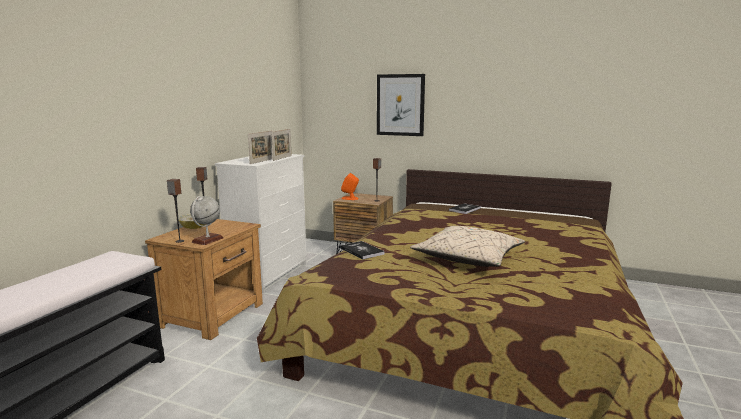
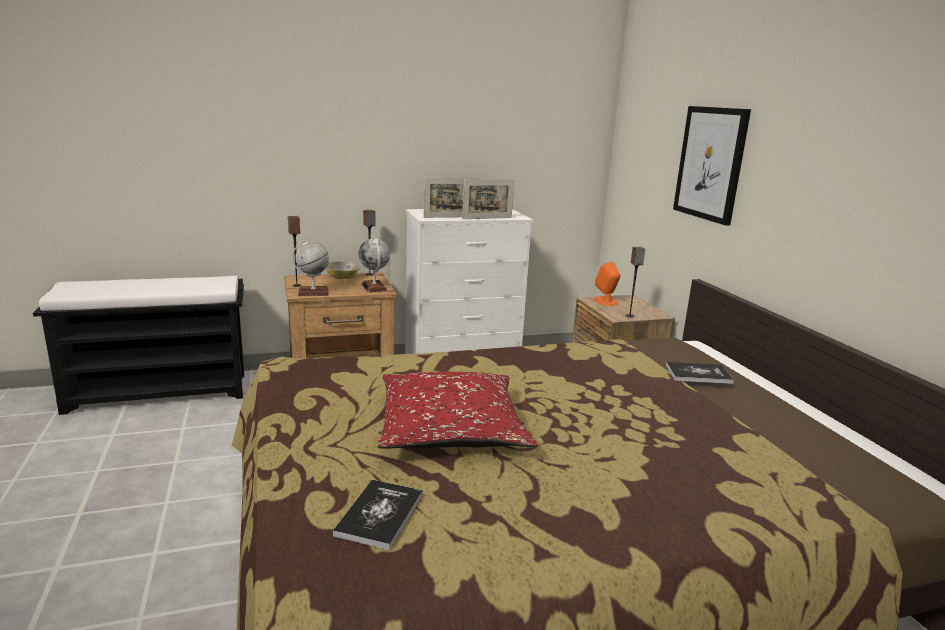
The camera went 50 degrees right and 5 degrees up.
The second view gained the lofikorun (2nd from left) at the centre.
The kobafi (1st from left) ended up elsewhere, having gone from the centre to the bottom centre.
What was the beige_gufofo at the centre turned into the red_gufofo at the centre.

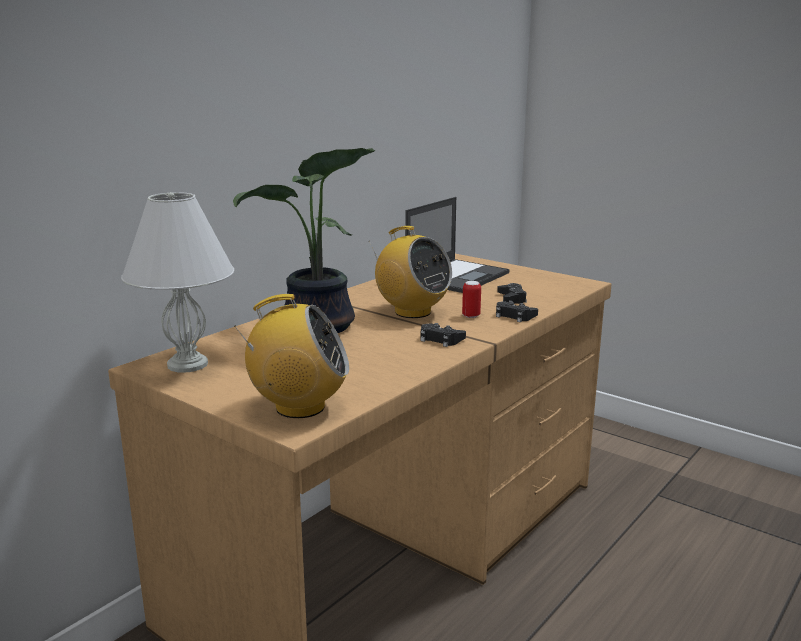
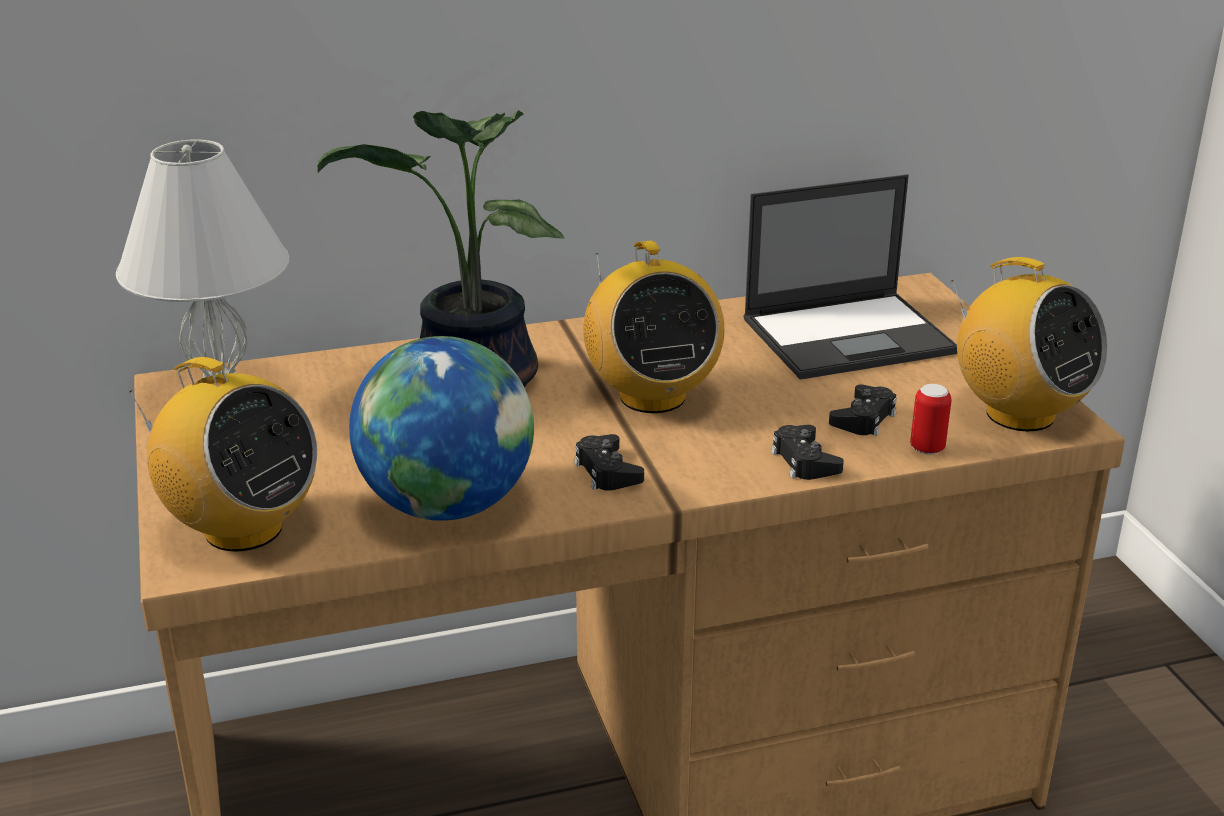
The camera went 35 degrees right and 10 degrees up.
The second view gained the lofikorun at the centre.
The second view gained the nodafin (3rd from left) at the middle right.
The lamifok ended up elsewhere, having gone from the centre to the middle right.

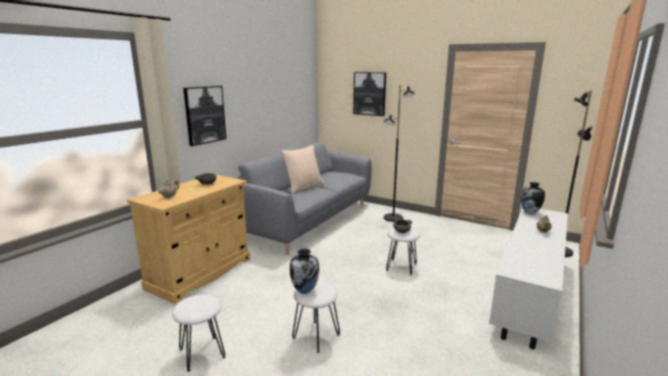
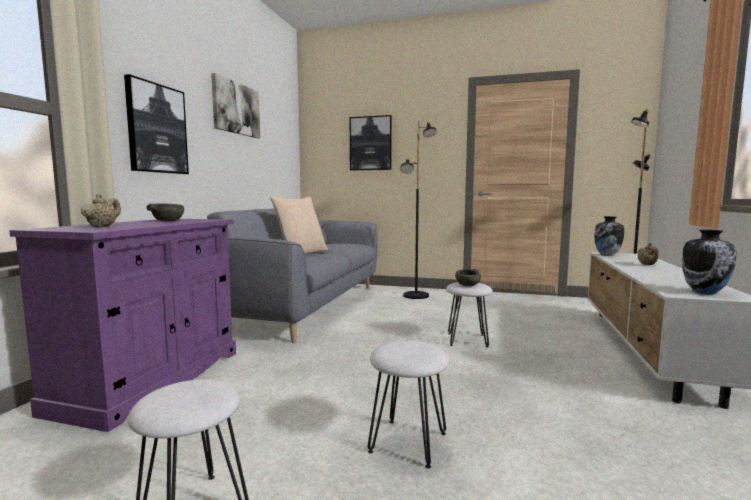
The camera went 15 degrees left and 10 degrees down.
The second view gained the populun (2nd from left) at the top left.
The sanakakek (1st from left in the first image) ended up elsewhere, having gone from the bottom centre to the middle right.
What was the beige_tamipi at the middle left turned into the purple_tamipi at the middle left.

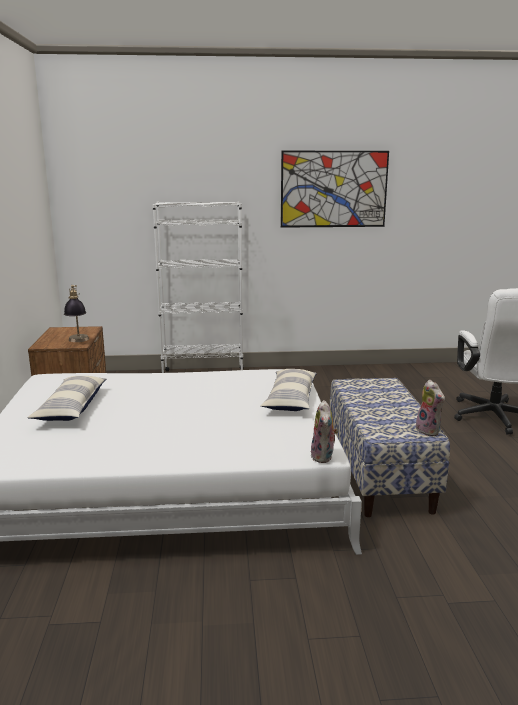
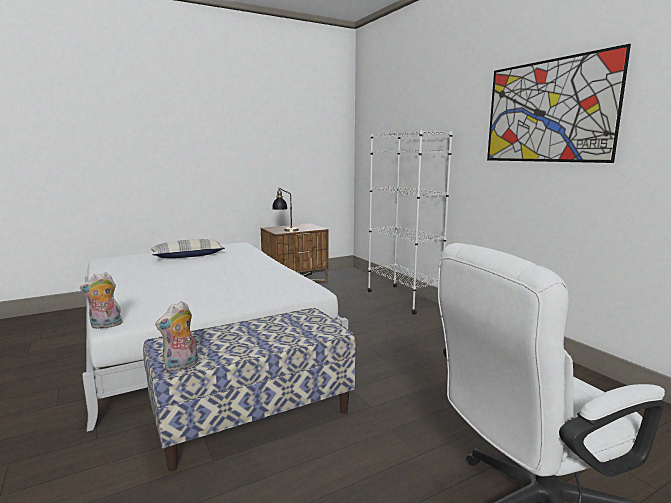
The camera went 65 degrees right and 5 degrees down.
The second view lost the gufofo (2nd from left) at the centre.

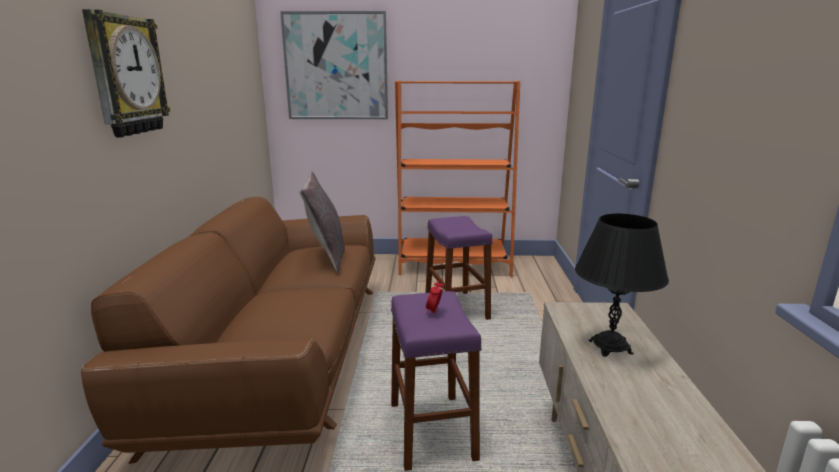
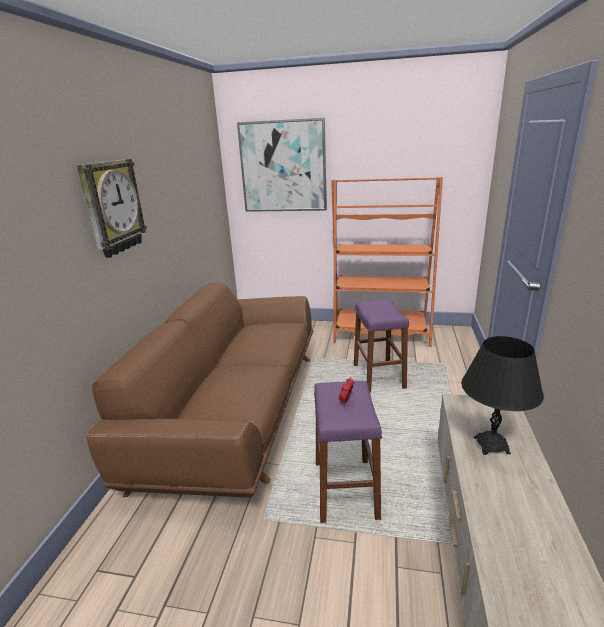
The camera went 10 degrees right and 5 degrees up.
The second view lost the grey_gufofo at the centre.

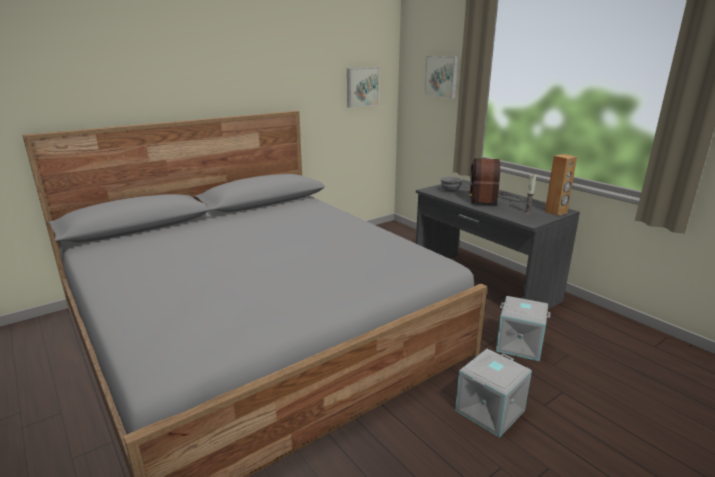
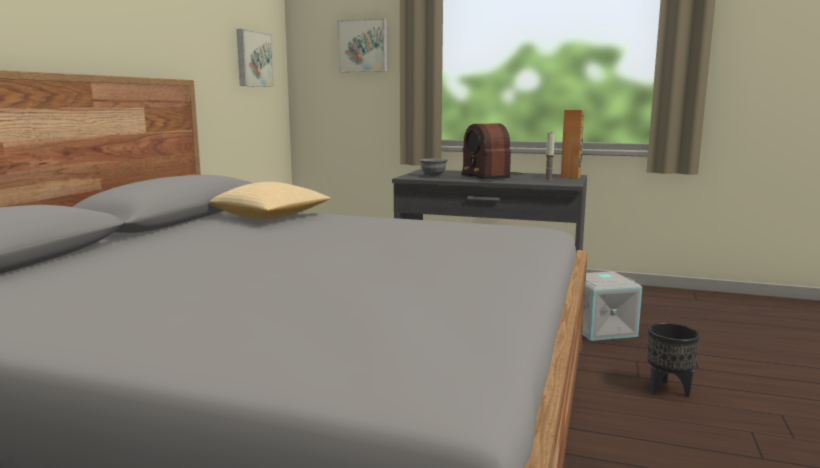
The camera went 35 degrees left and 10 degrees down.
The second view gained the gufofo at the middle left.
Where the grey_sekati (1st from left) stood at the bottom right, the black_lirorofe came to stand at the bottom right.

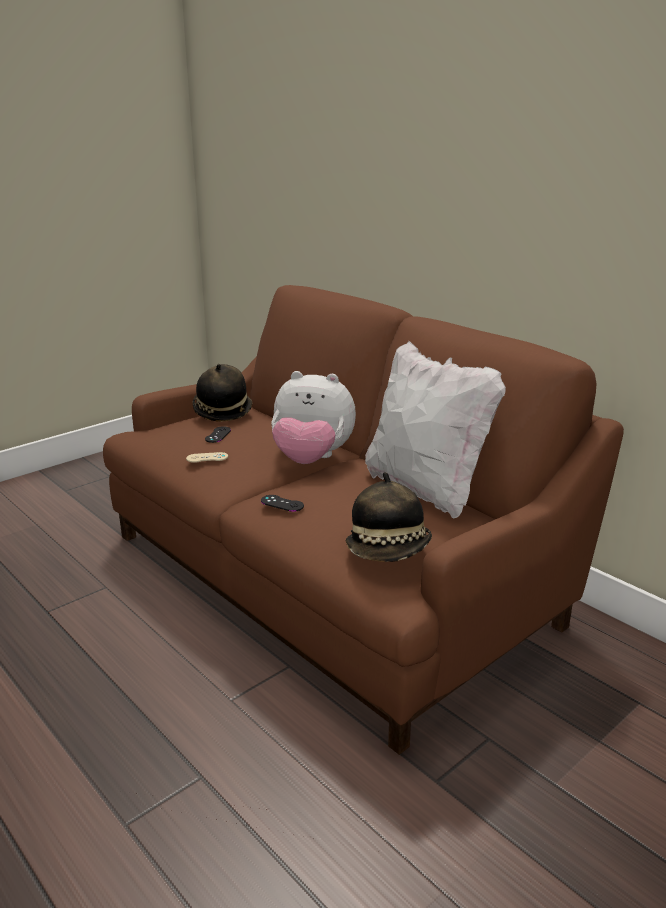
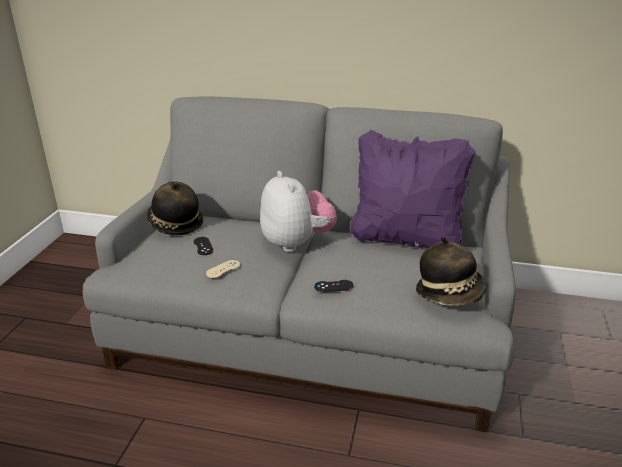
The camera went 35 degrees left and 5 degrees up.
What was the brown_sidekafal at the centre turned into the grey_sidekafal at the centre.
What was the white_gufofo at the centre turned into the purple_gufofo at the centre.
The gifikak at the centre ended up facing another way, 90 degrees counterclockwise from before.

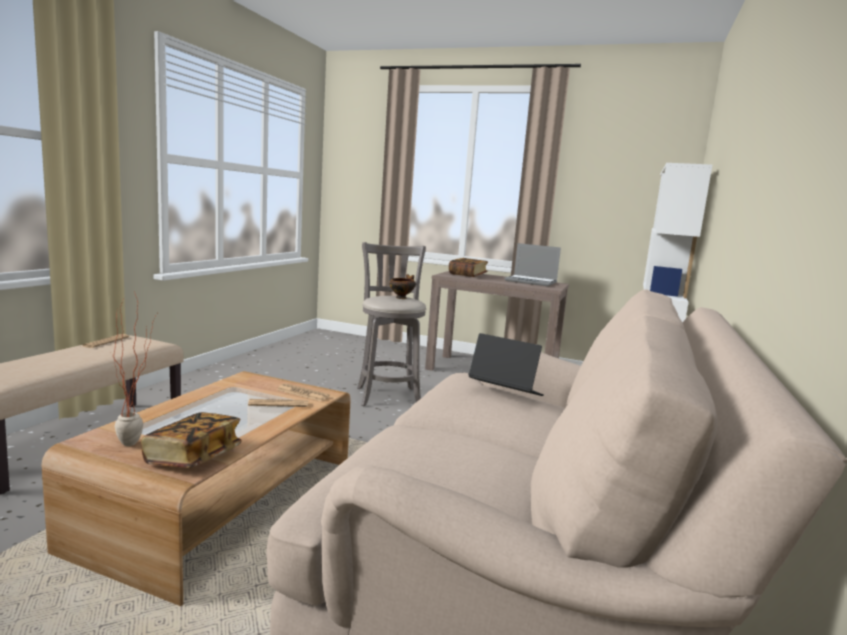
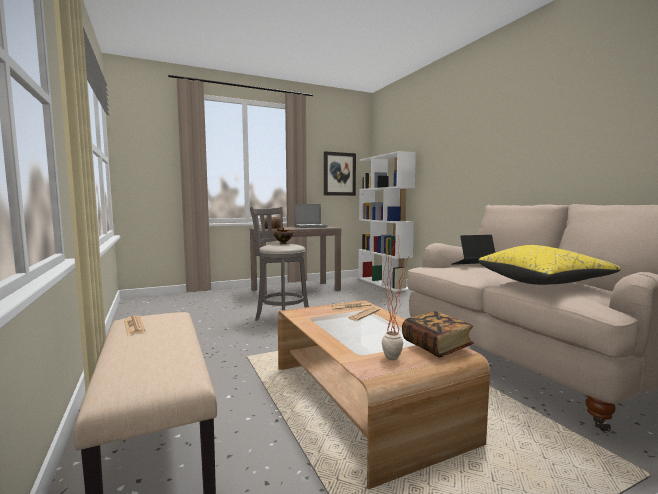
The camera went 45 degrees left and 5 degrees down.
The second view gained the populun at the centre.
The second view gained the yellow_gufofo at the middle right.

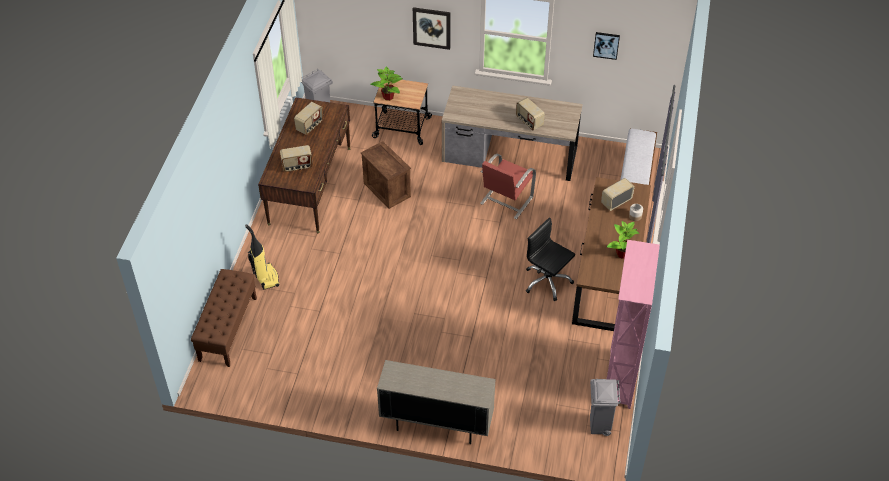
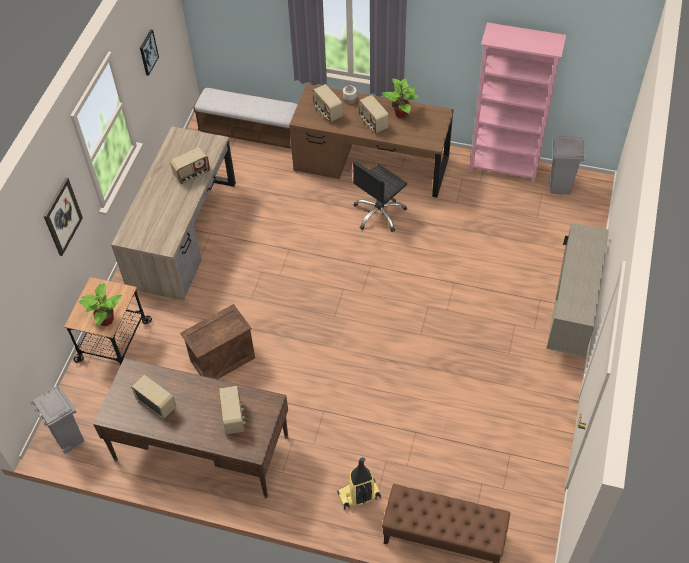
The camera went 85 degrees left and 5 degrees up.
The second view lost the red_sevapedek at the centre.
The second view gained the nodafin (5th from left) at the top centre.

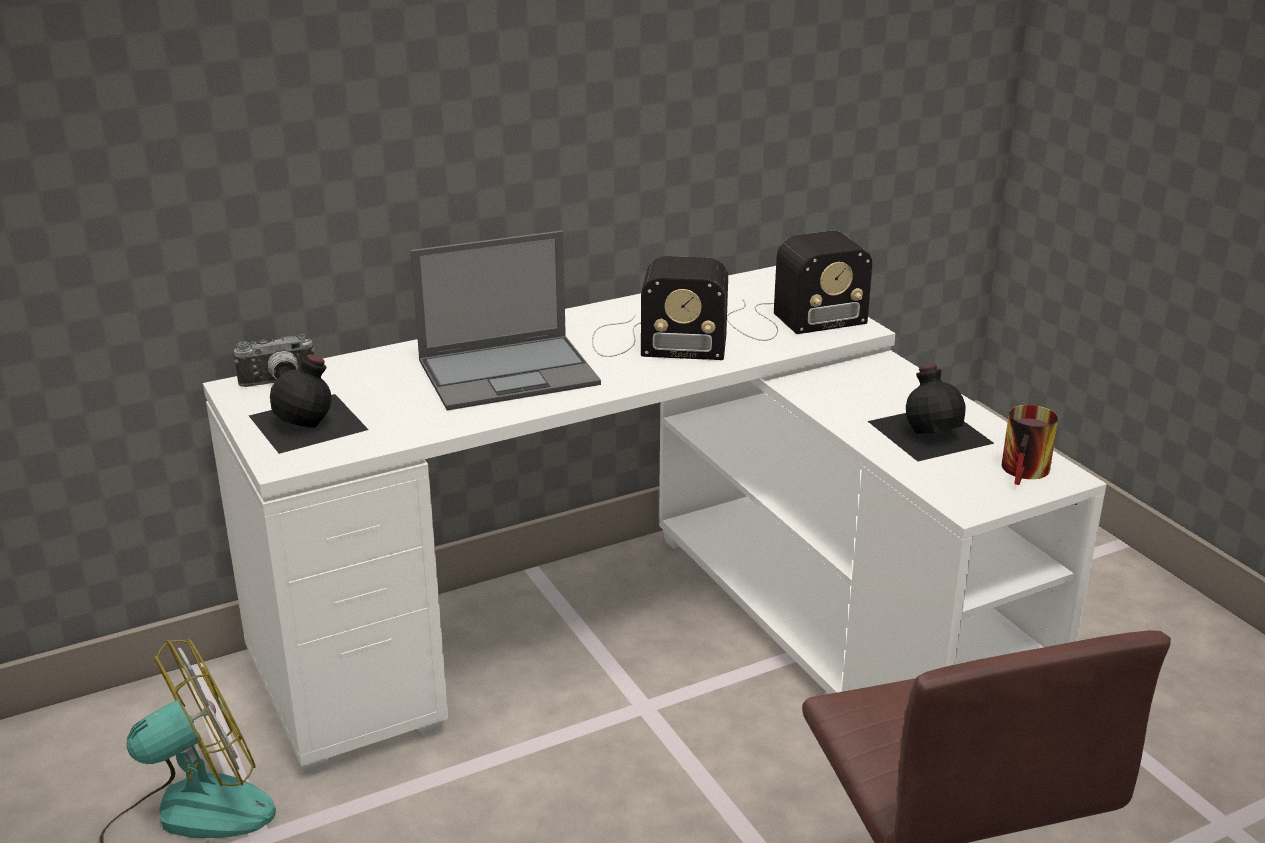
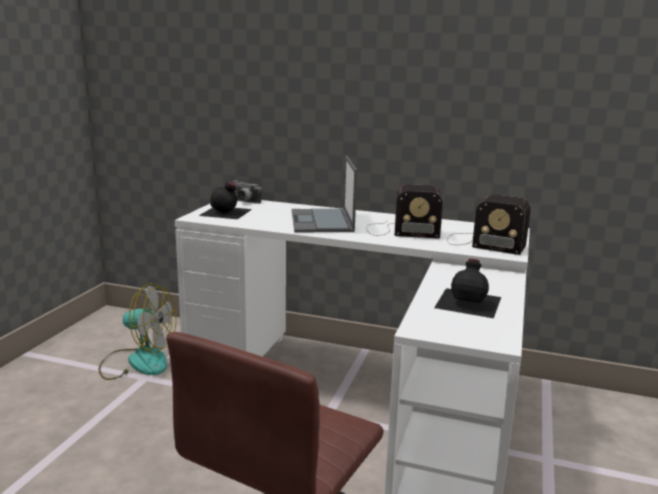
The camera went 45 degrees right and 10 degrees down.
The second view lost the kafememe at the middle right.
The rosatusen at the centre ended up facing another way, 60 degrees clockwise from before.
The nodafin (1st from left) at the centre ended up facing another way, 45 degrees counterclockwise from before.

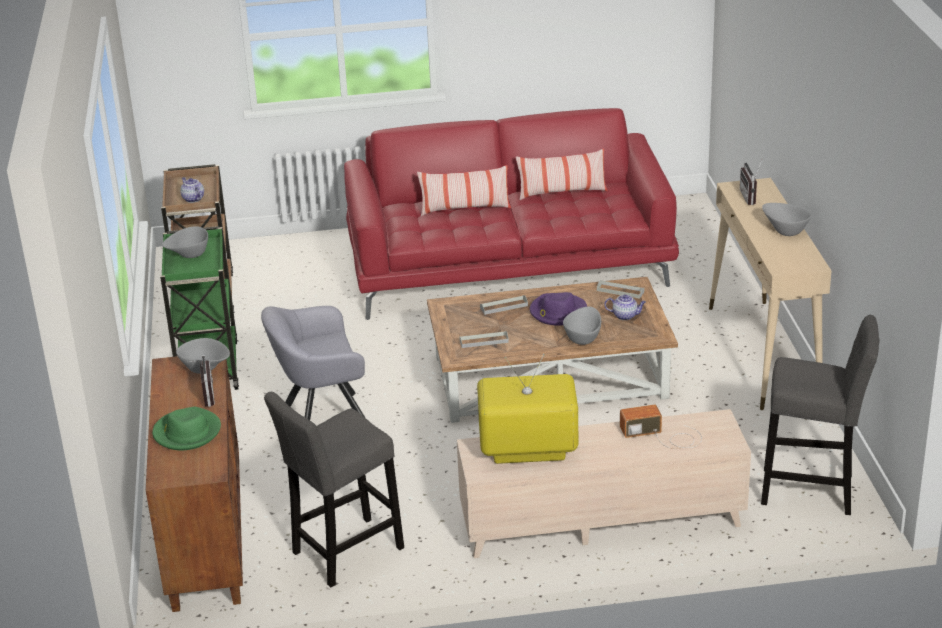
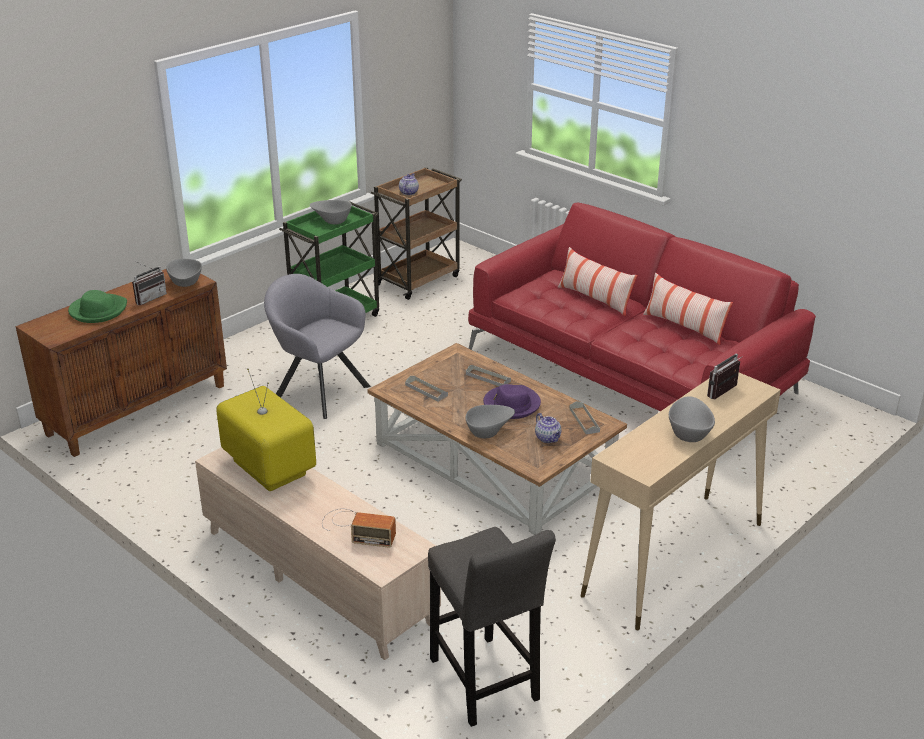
The camera went 50 degrees right and 0 degrees up.
The second view lost the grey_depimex (1st from left) at the bottom centre.
The nodafin (2nd from left) at the bottom right ended up facing another way, 150 degrees clockwise from before.

